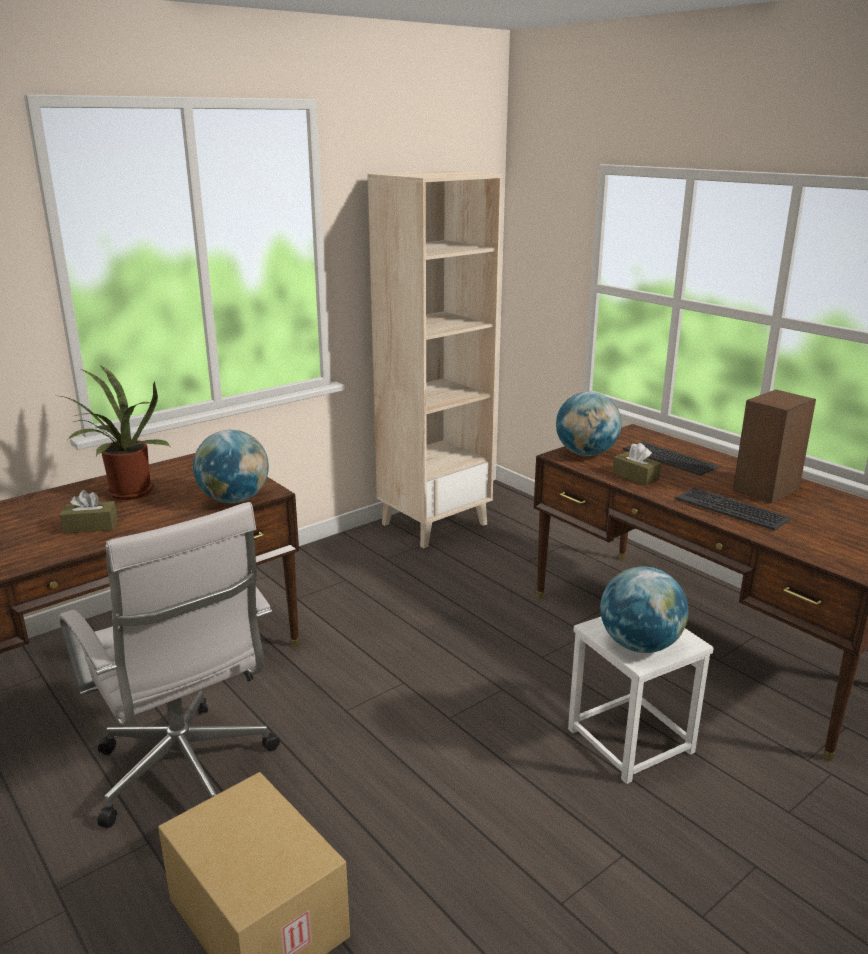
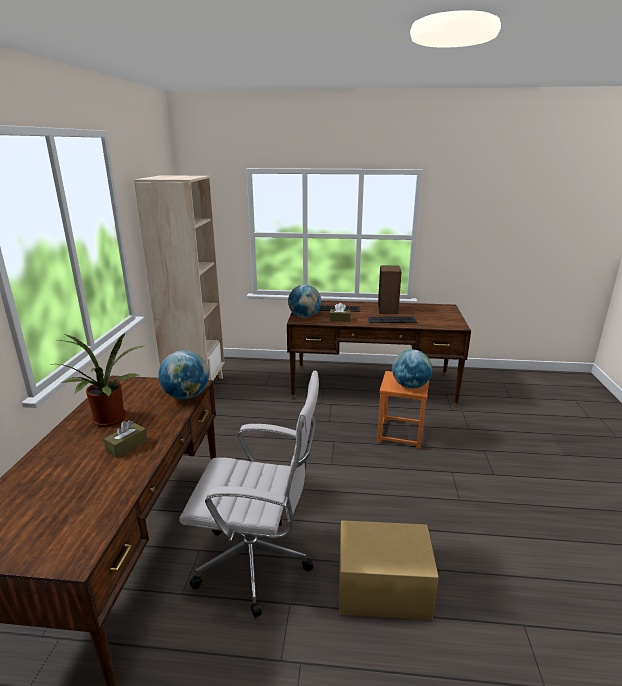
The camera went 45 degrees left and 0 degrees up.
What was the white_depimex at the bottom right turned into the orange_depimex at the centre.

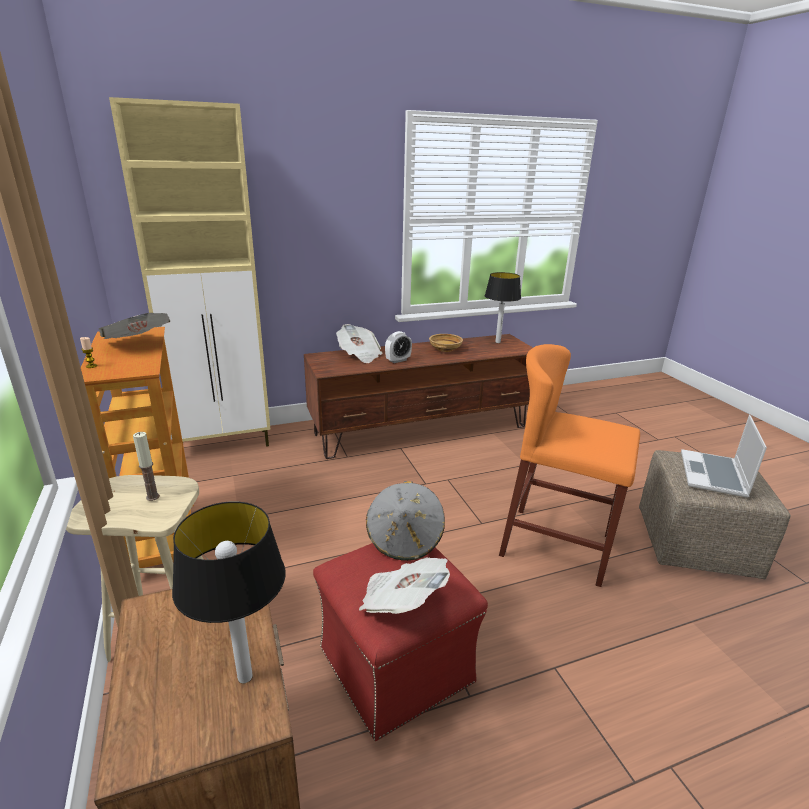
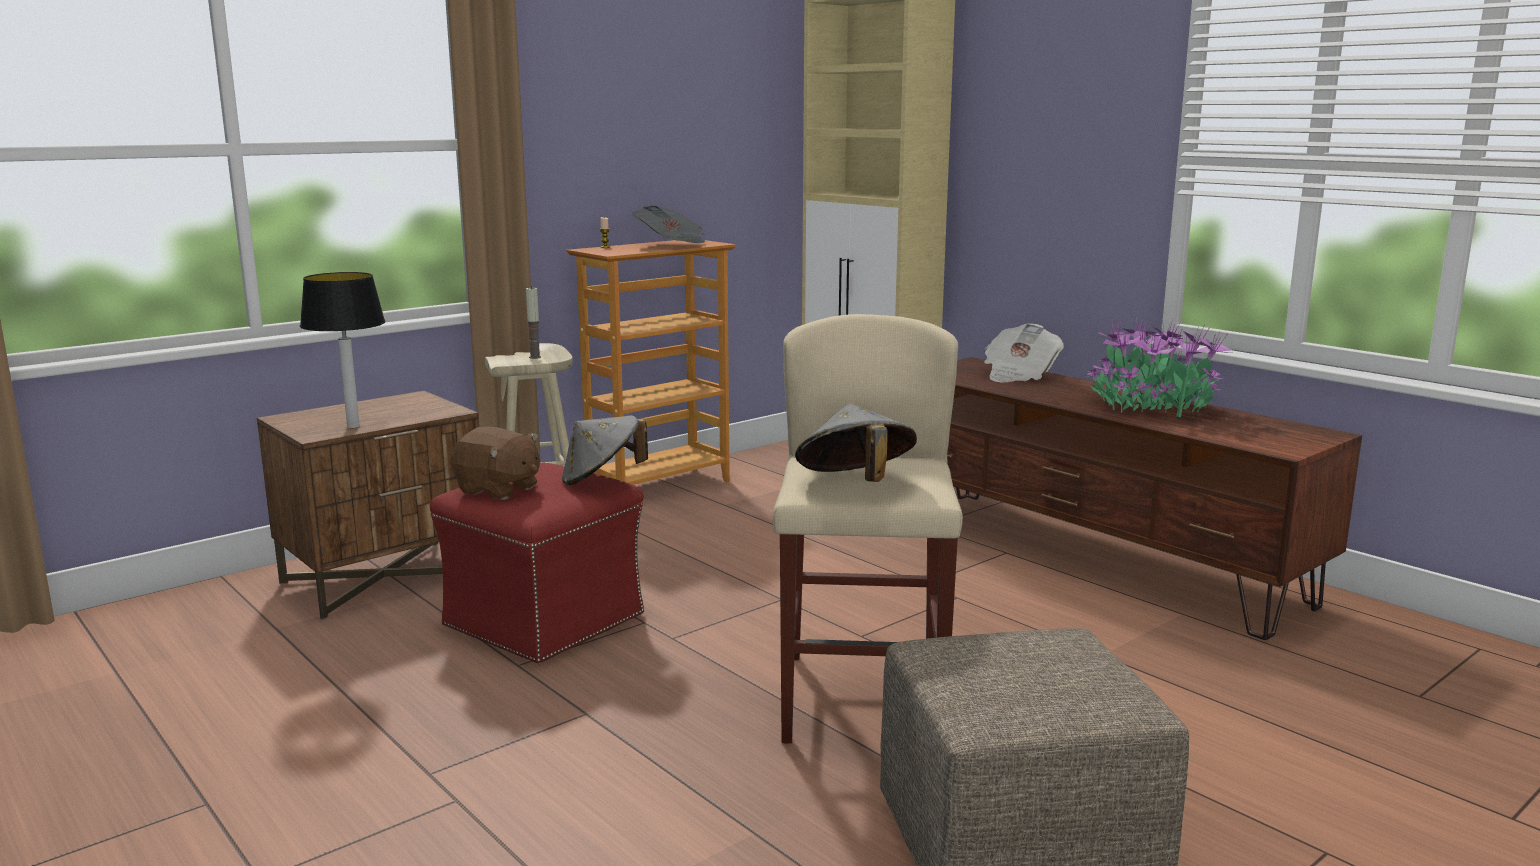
The camera went 70 degrees right and 10 degrees down.
The second view lost the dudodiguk at the centre.
The second view lost the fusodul (2nd from left) at the centre.
The second view lost the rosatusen at the middle right.
The second view gained the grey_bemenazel (2nd from left) at the centre.
Where the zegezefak (3rd from left) stood at the bottom centre, the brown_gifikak came to stand at the middle left.
Where the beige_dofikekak stood at the centre, the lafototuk came to stand at the middle right.
What was the orange_depimex at the middle right turned into the beige_depimex (2nd from left) at the centre.

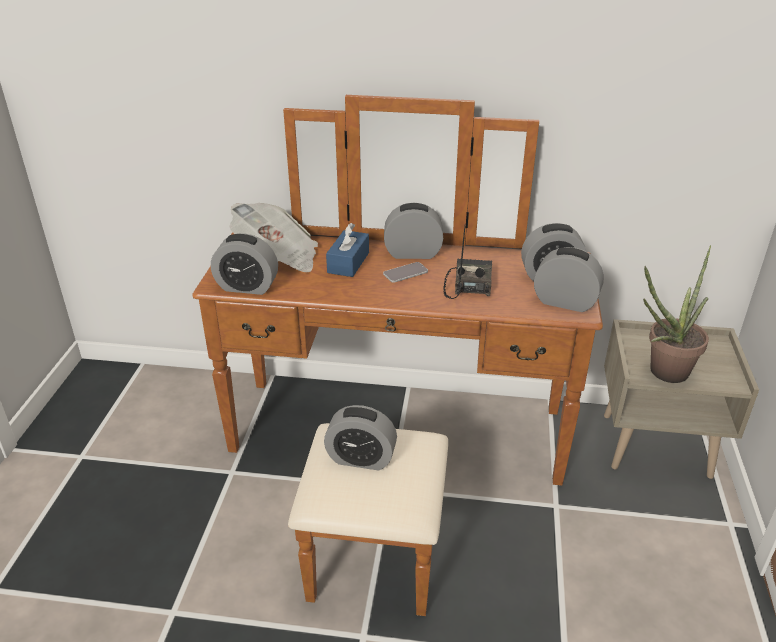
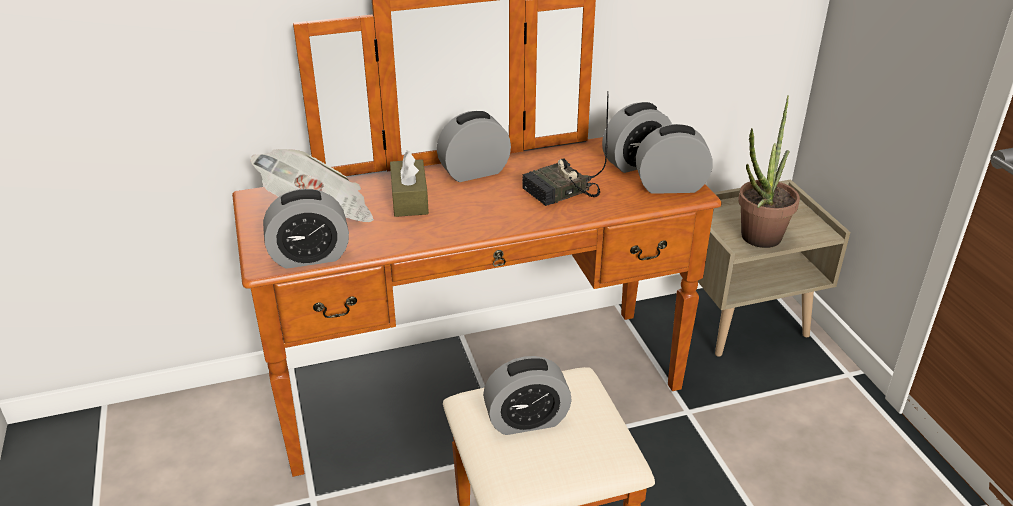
The camera went 25 degrees left and 0 degrees up.
The second view lost the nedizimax at the centre.
What was the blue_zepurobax at the centre turned into the brown_zepurobax at the centre.
The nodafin at the centre ended up facing another way, 105 degrees counterclockwise from before.

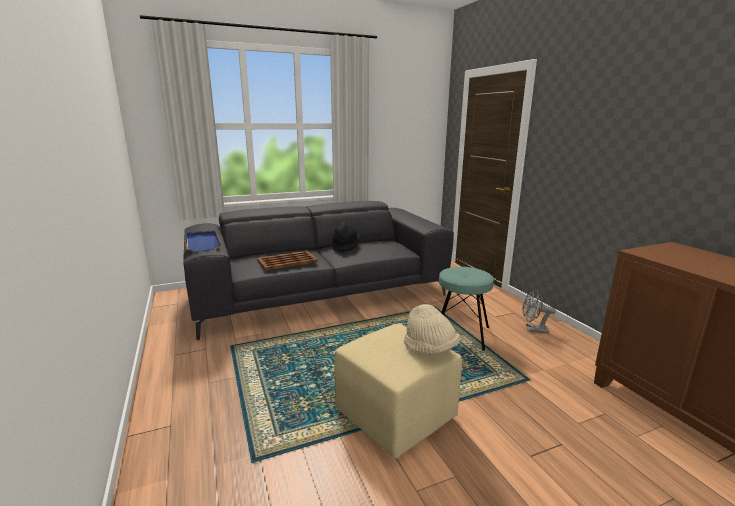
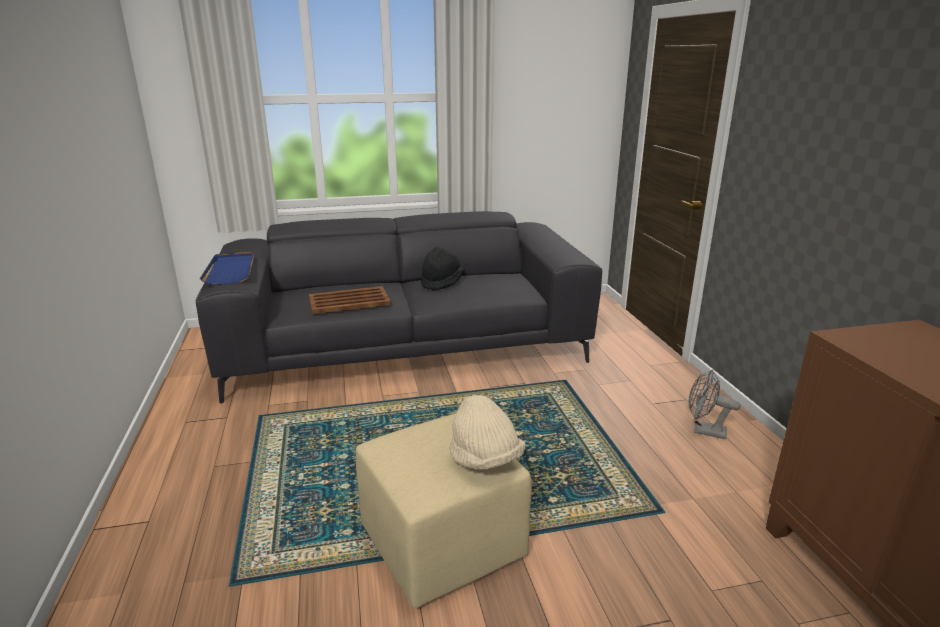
The camera went 10 degrees right and 5 degrees up.
The second view lost the turquoise_depimex at the centre.

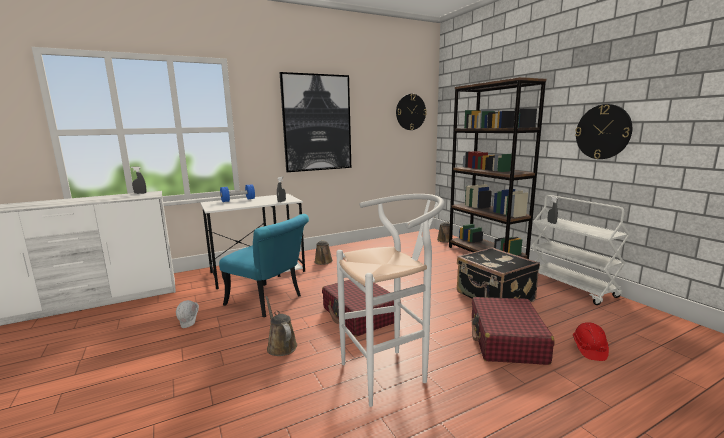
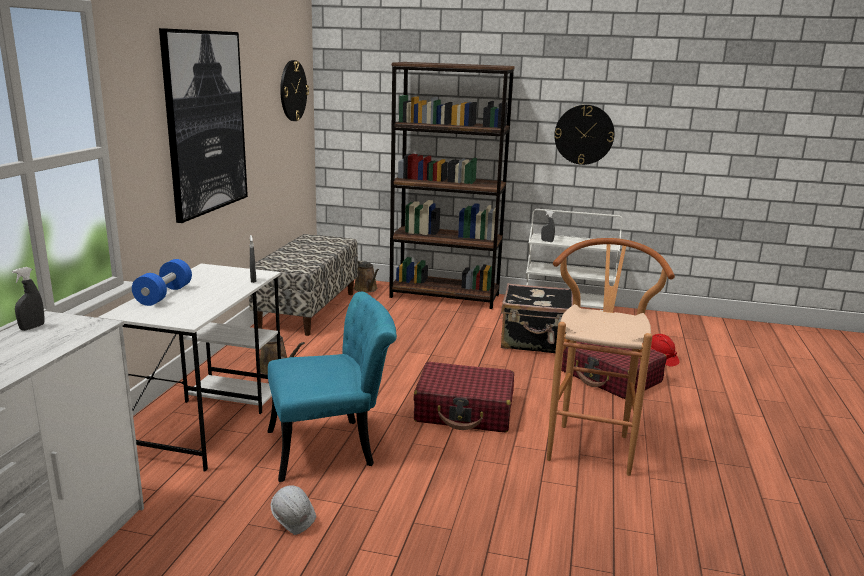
The camera went 50 degrees left and 5 degrees up.
The second view lost the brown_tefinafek (1st from left) at the bottom centre.
The second view gained the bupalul at the centre.
What was the white_depimex at the bottom centre turned into the brown_depimex at the middle right.

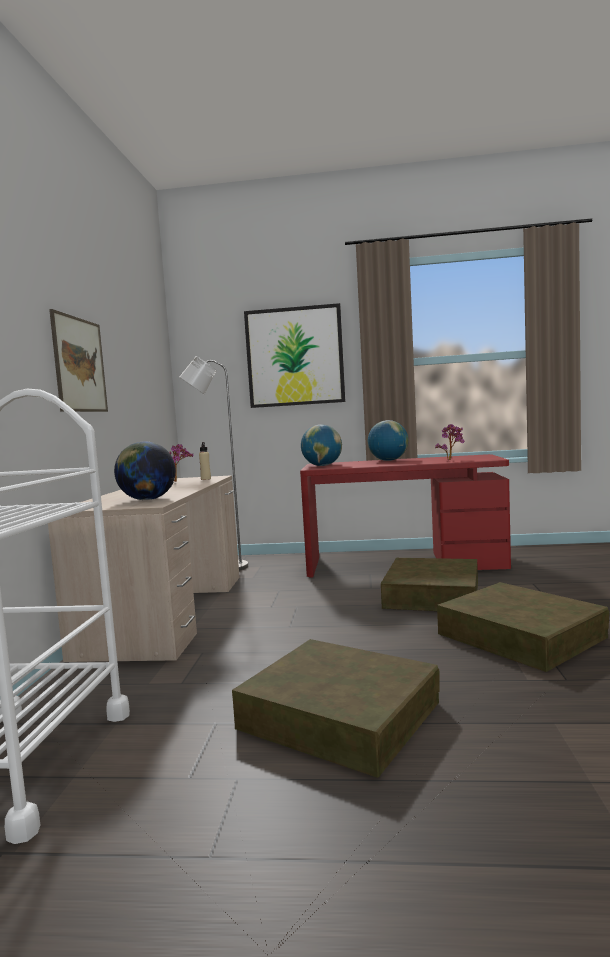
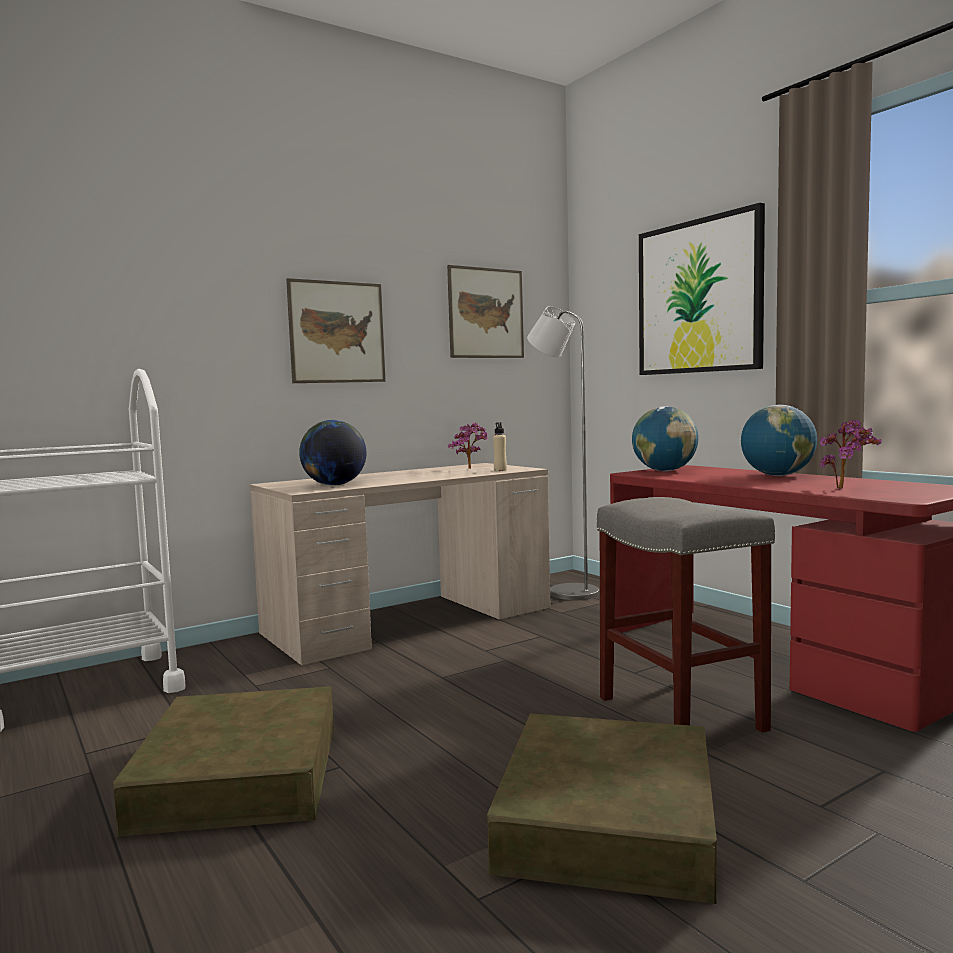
The camera went 50 degrees right and 0 degrees up.
The second view gained the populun (2nd from left) at the top centre.
Where the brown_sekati (2nd from left) stood at the middle right, the grey_depimex came to stand at the middle right.

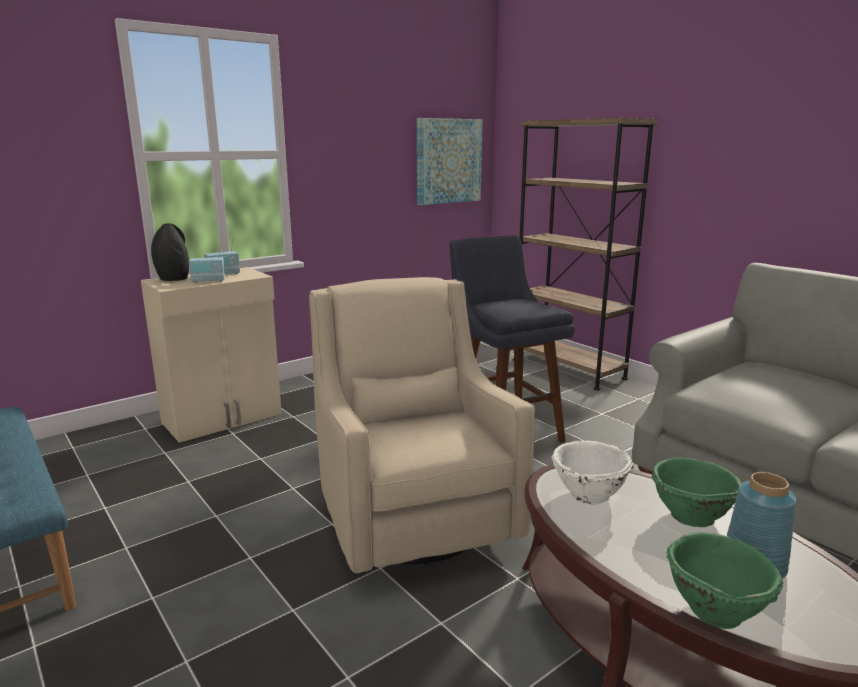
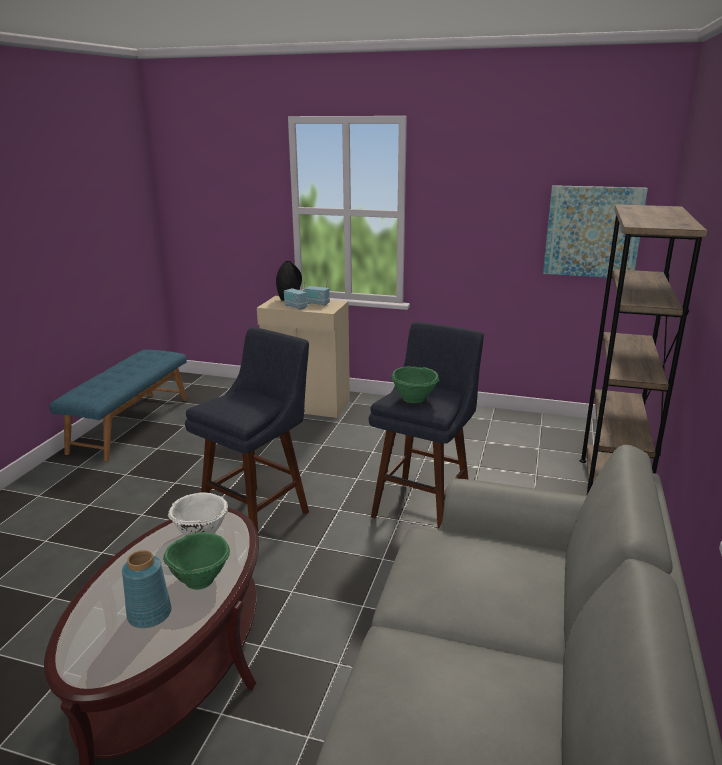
The camera went 55 degrees right and 5 degrees up.
The green_dofikekak (2nd from left) ended up elsewhere, having gone from the bottom right to the centre.
Where the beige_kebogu stood at the centre, the blue_depimex (1st from left) came to stand at the centre.

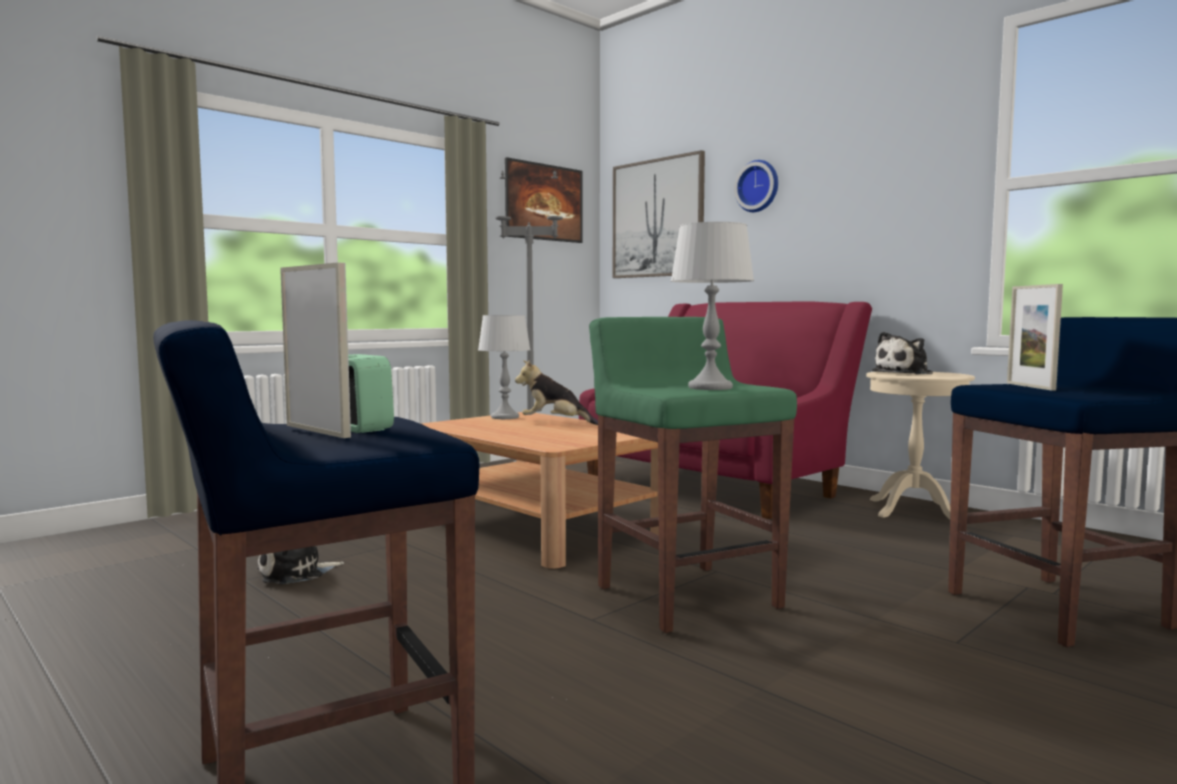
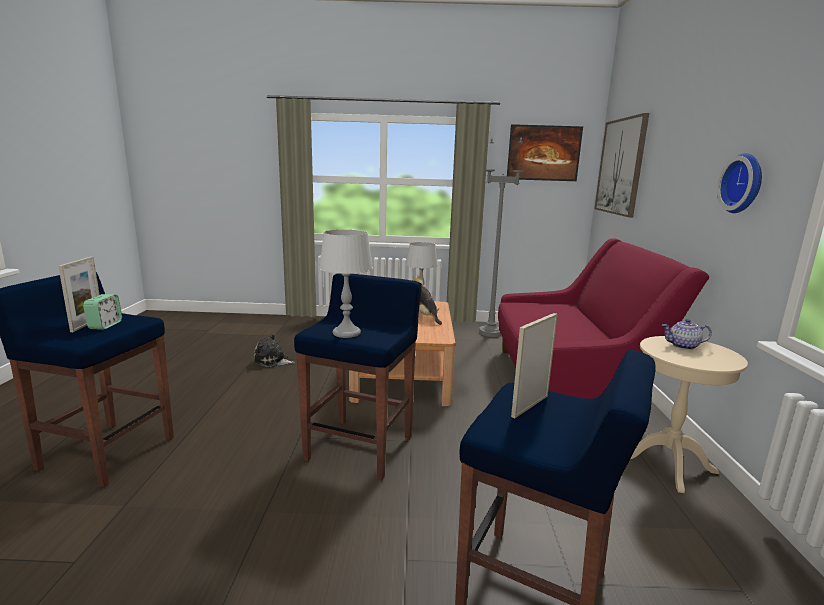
The camera went 45 degrees right and 10 degrees up.
The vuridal ended up elsewhere, having gone from the top centre to the top right.
Where the gifikak (3rd from left) stood at the middle right, the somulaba came to stand at the middle right.
What was the green_depimex at the centre turned into the blue_depimex (2nd from left) at the centre.

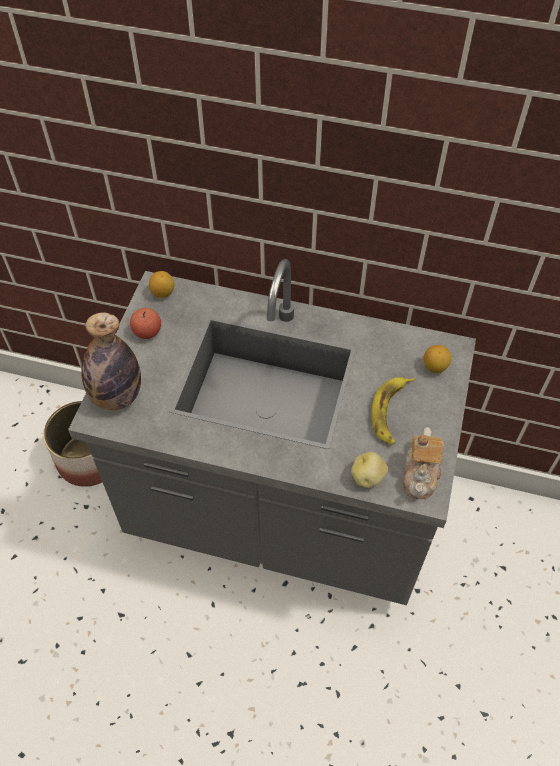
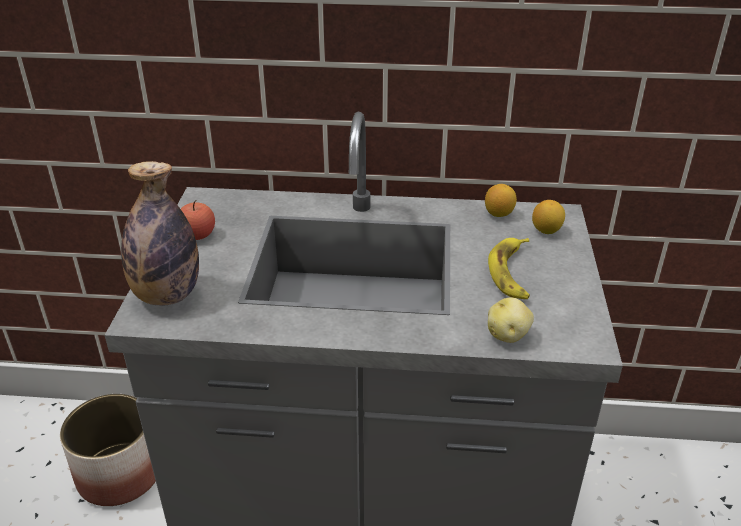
The camera went 10 degrees left and 20 degrees down.
The second view lost the somulaba at the middle right.
The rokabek (1st from left) ended up elsewhere, having gone from the middle left to the middle right.

